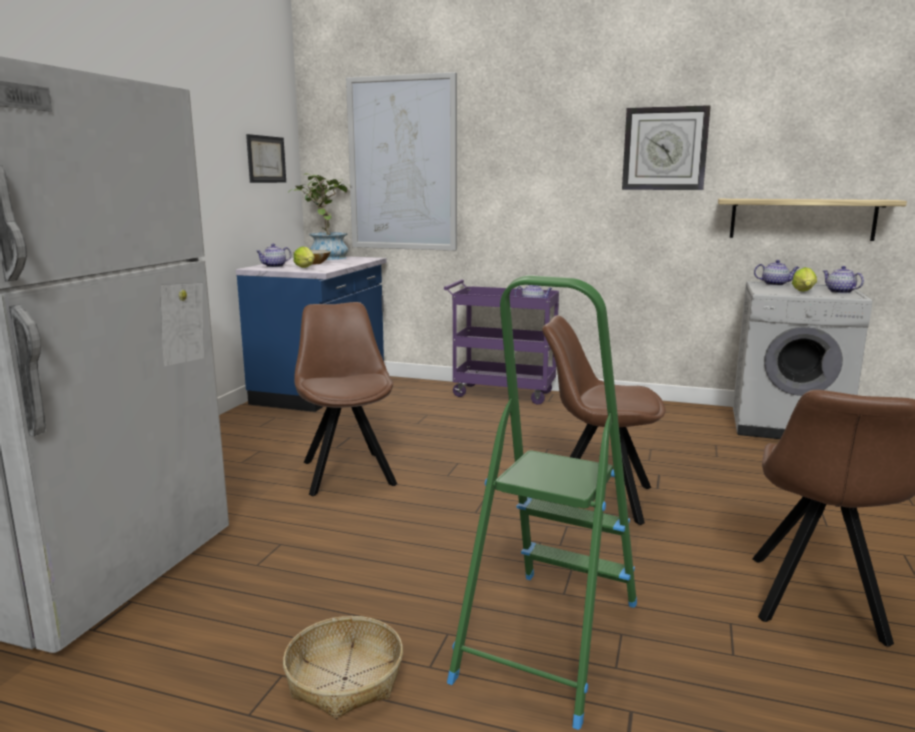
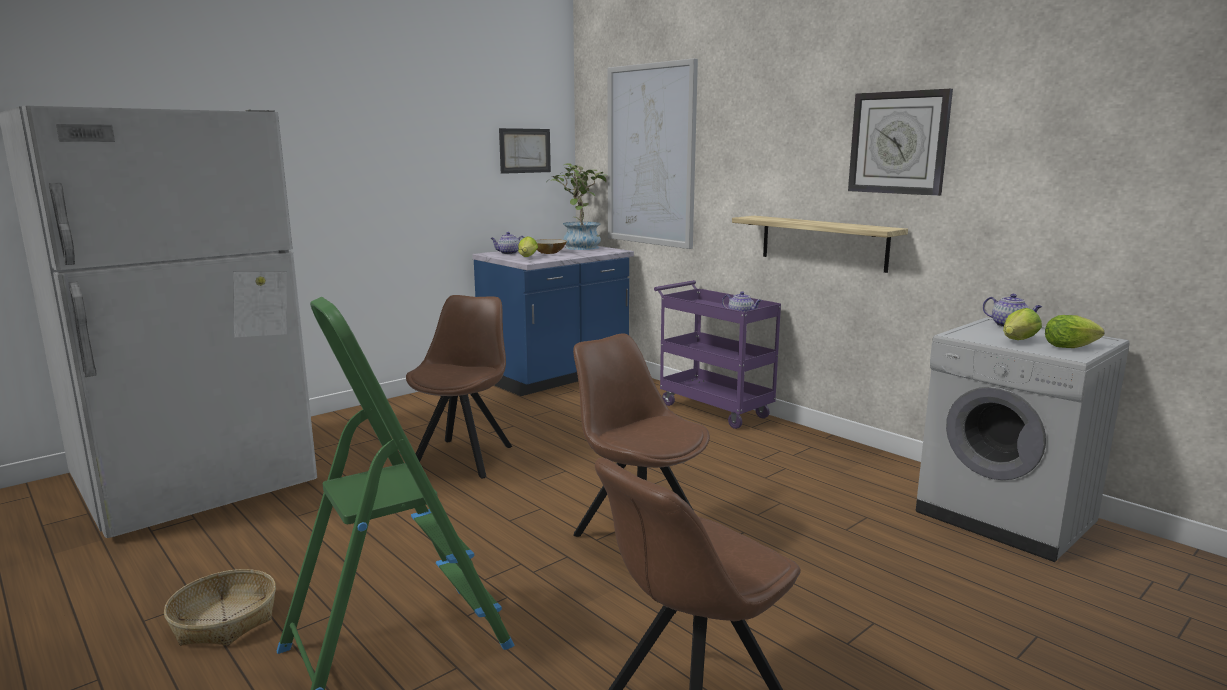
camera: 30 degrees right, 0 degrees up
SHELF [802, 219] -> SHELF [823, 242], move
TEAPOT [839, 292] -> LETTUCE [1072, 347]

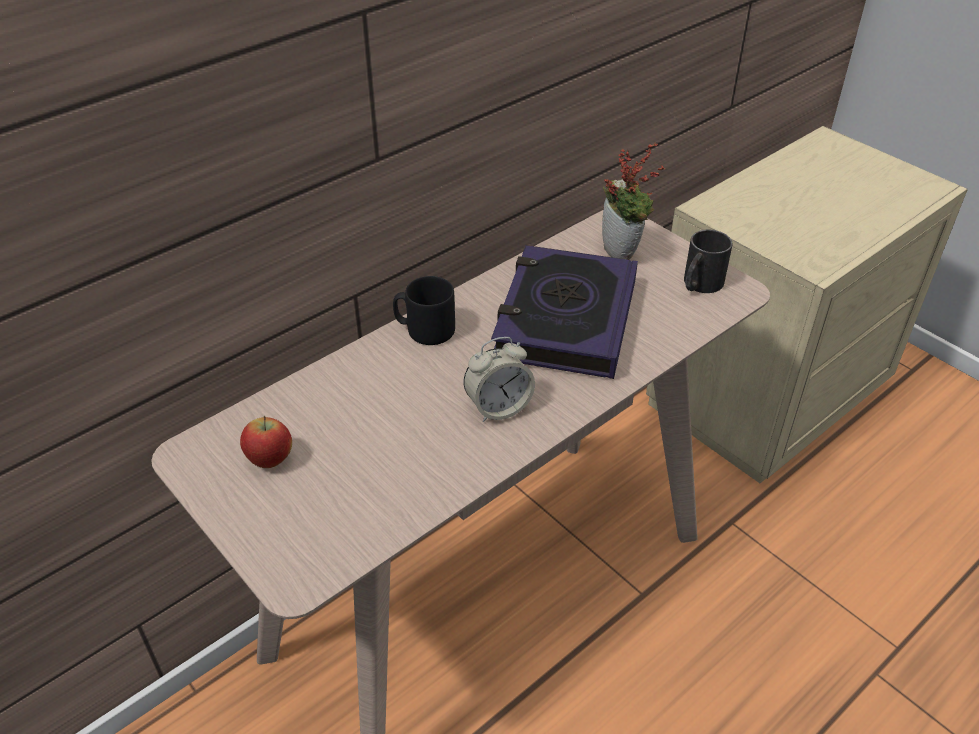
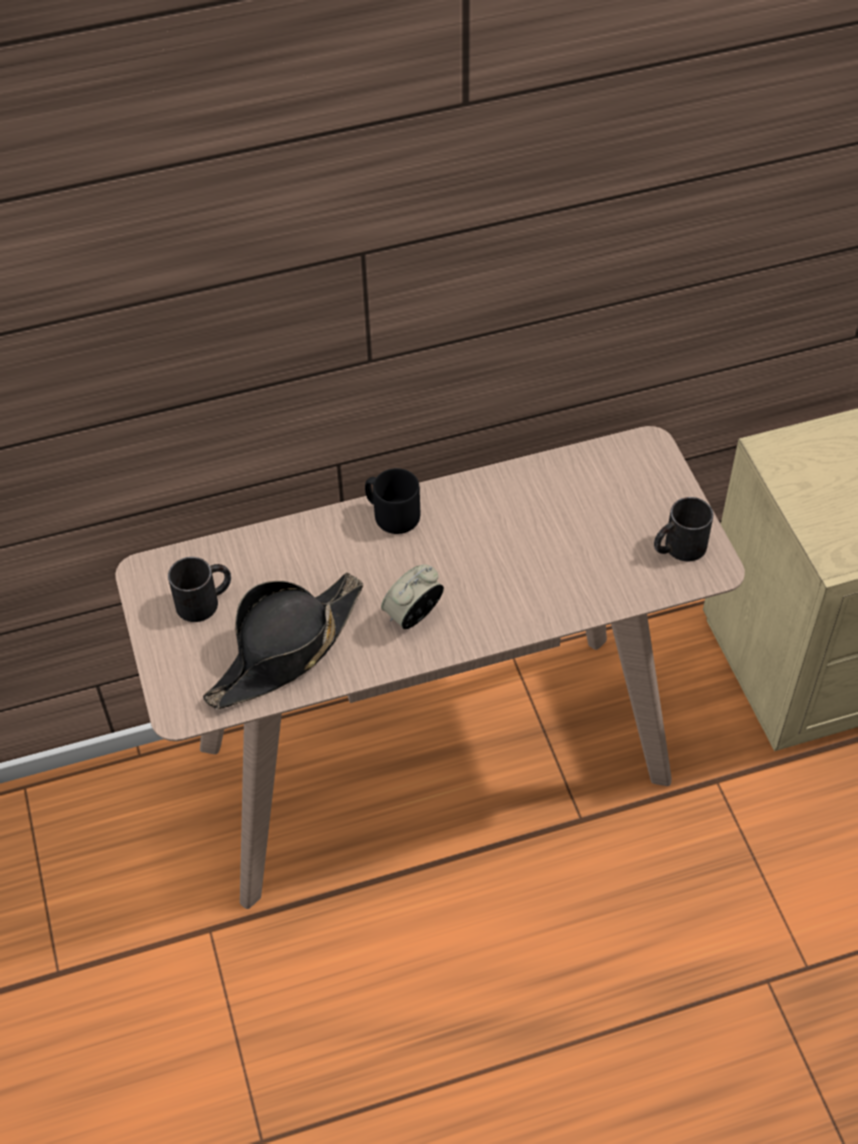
camera: 25 degrees right, 10 degrees up
BOOK [565, 320] -> none
POTTED PLANT [623, 253] -> none
none -> BLACK HAT [286, 649]
APPLE [270, 460] -> BLACK MUG [205, 601]
ALARM CLOCK [498, 407] -> ALARM CLOCK [413, 615], 135 degrees clockwise

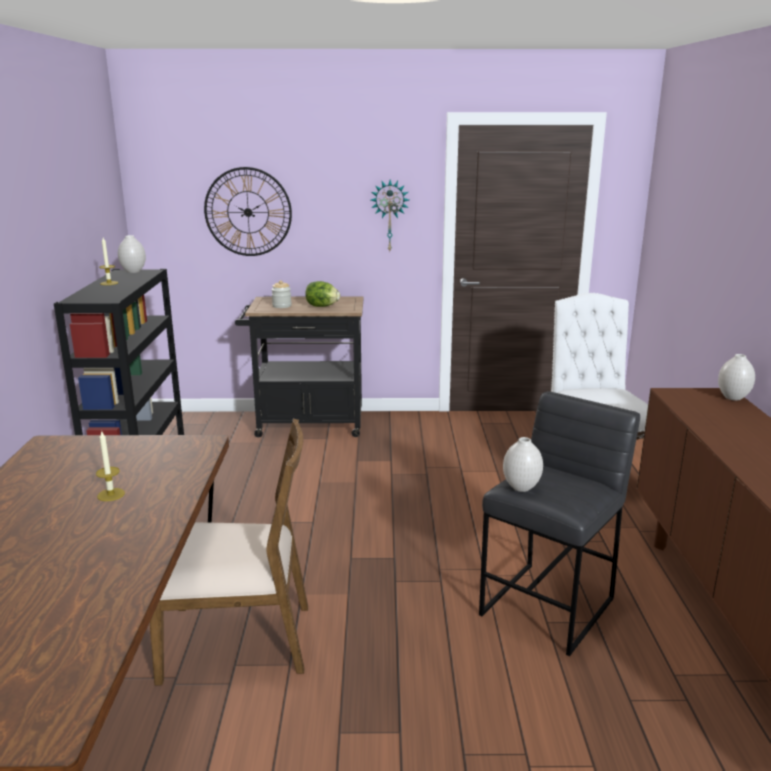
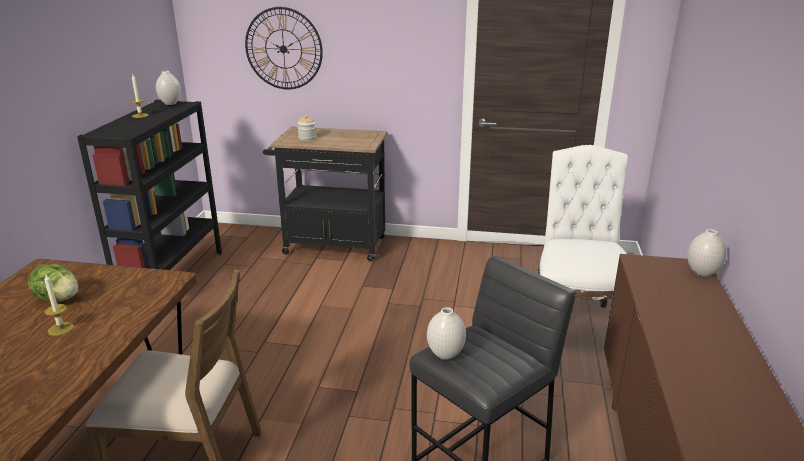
camera: 10 degrees right, 5 degrees up
WALL CLOCK [389, 215] -> none
LETTUCE [322, 306] -> LETTUCE [58, 299], move

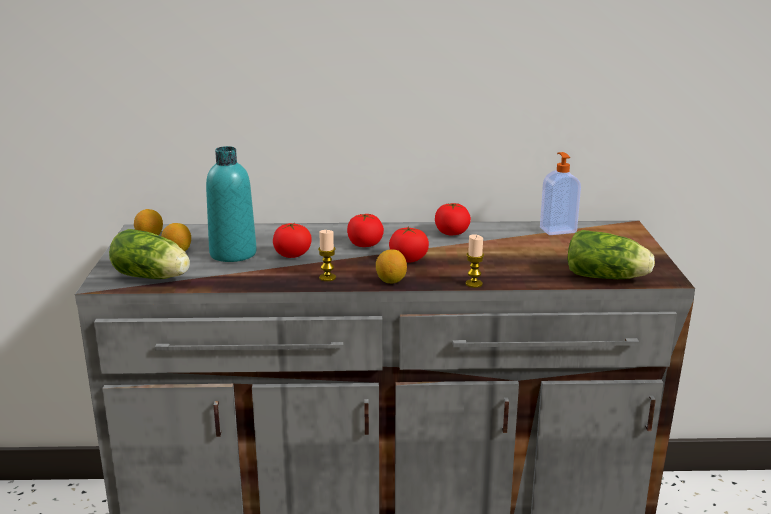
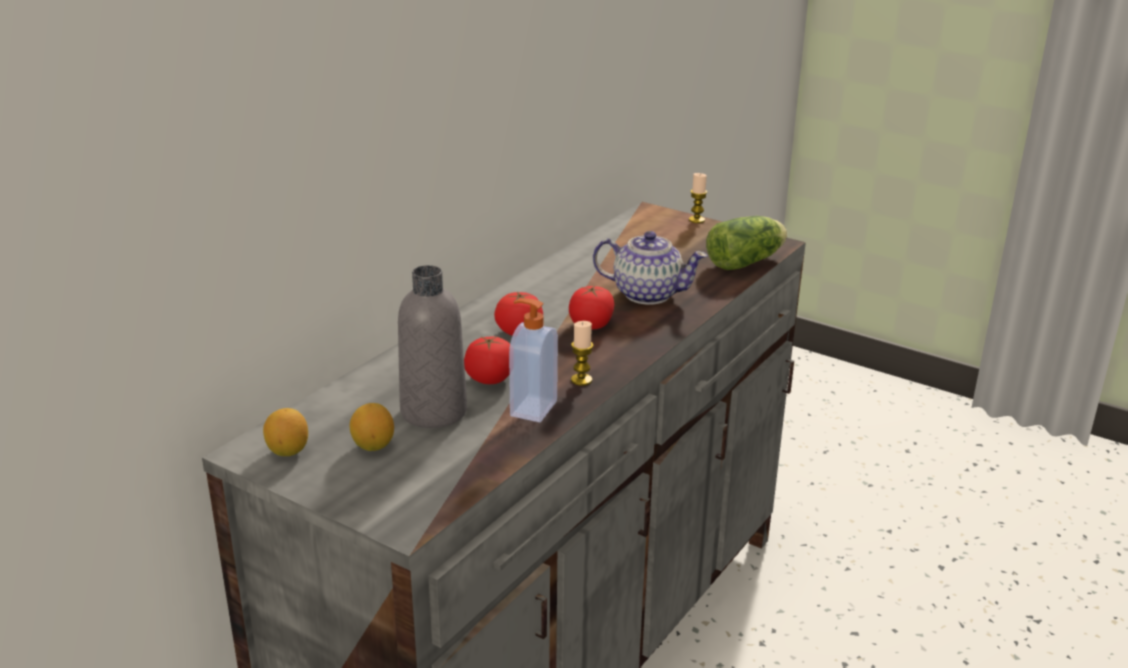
camera: 55 degrees left, 5 degrees up
LETTUCE [153, 277] -> none
LEMON [391, 281] -> none
TOMATO [451, 233] -> none
none -> TEAPOT [646, 294]
CANDLE [474, 284] -> CANDLE [696, 220], move
SOAP DISPENSER [557, 230] -> SOAP DISPENSER [532, 408], move
TURQUOISE BOTTLE [233, 254] -> GREY BOTTLE [433, 412]

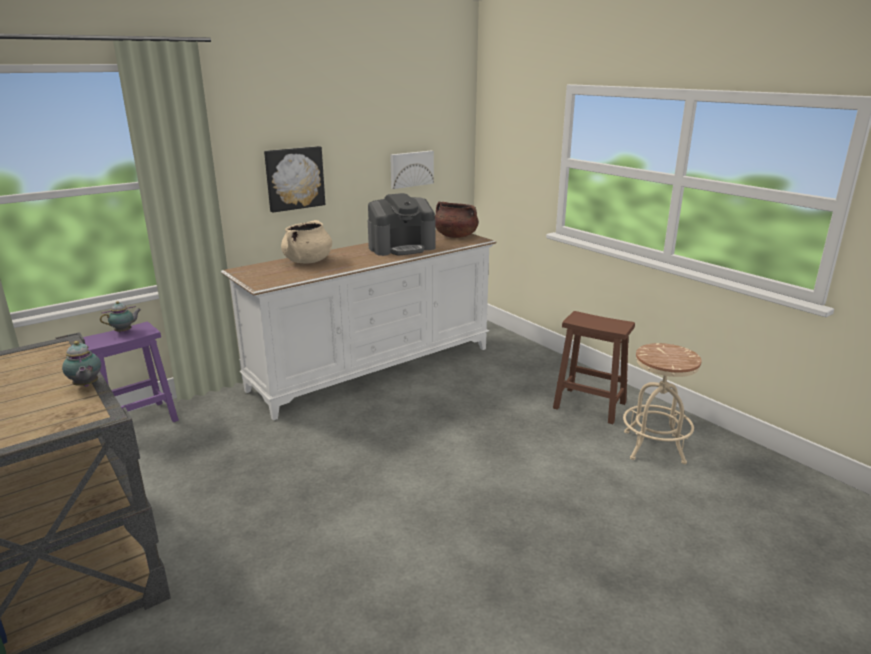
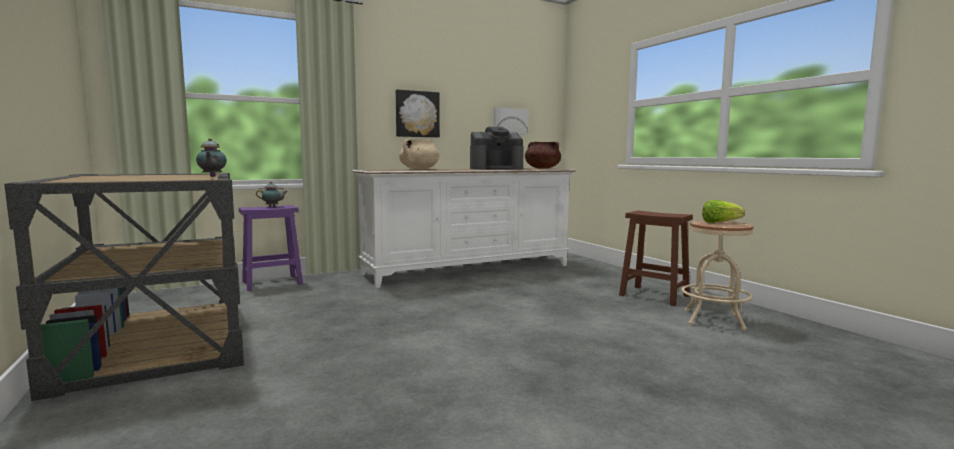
camera: 10 degrees right, 15 degrees down
none -> LETTUCE [720, 223]

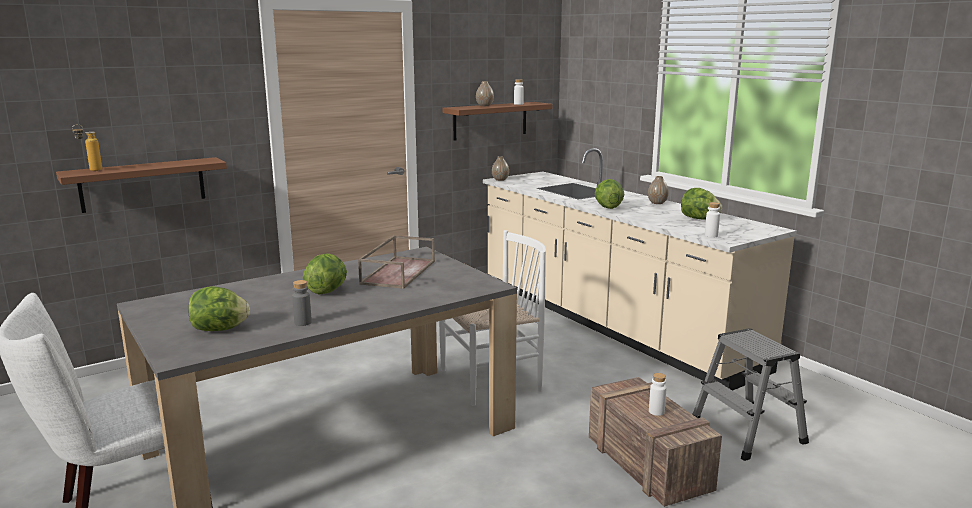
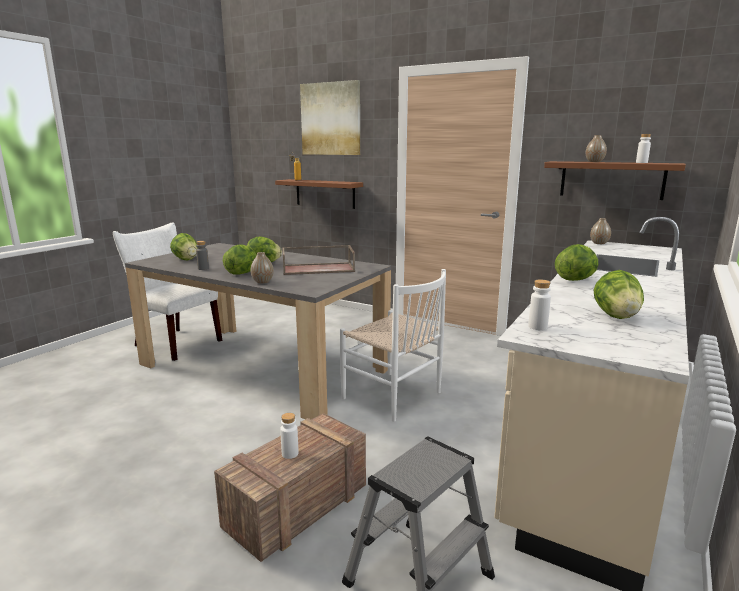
camera: 65 degrees right, 0 degrees up
none -> LETTUCE [242, 273]
none -> PICTURE [331, 119]
VASE [657, 203] -> VASE [262, 282], move

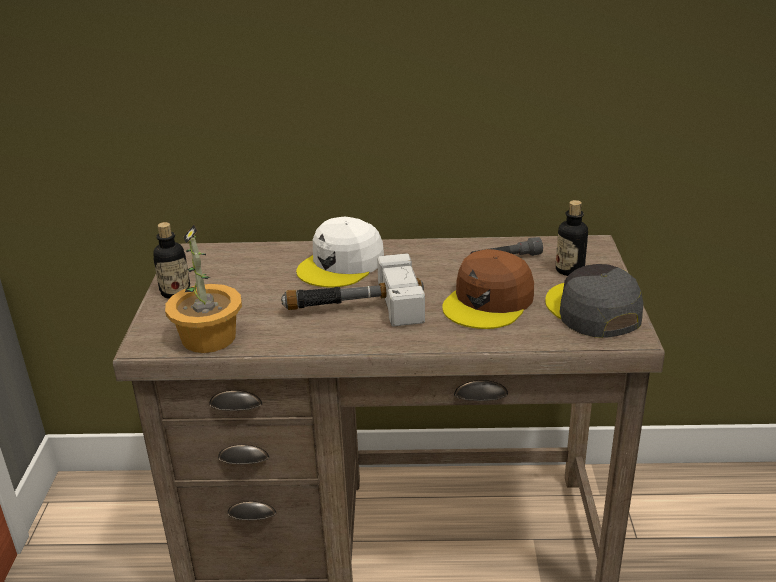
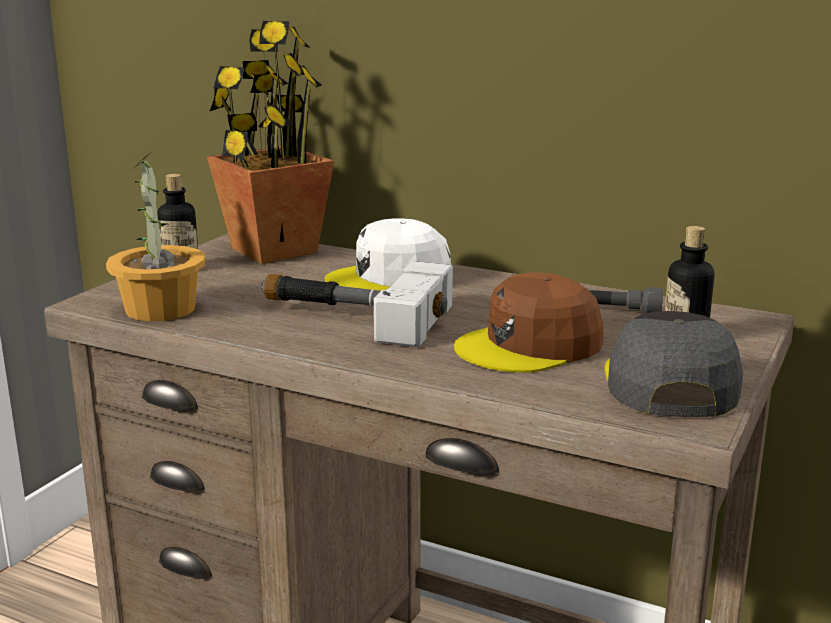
camera: 25 degrees right, 10 degrees down
none -> POTTED PLANT [273, 251]

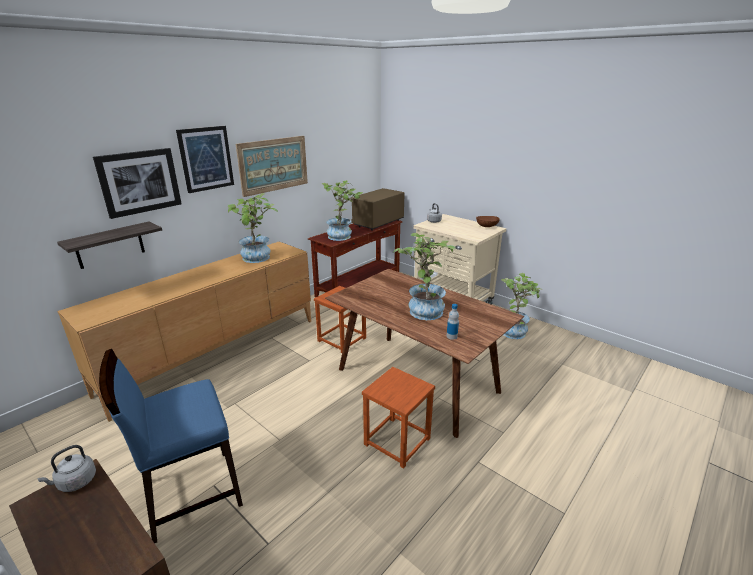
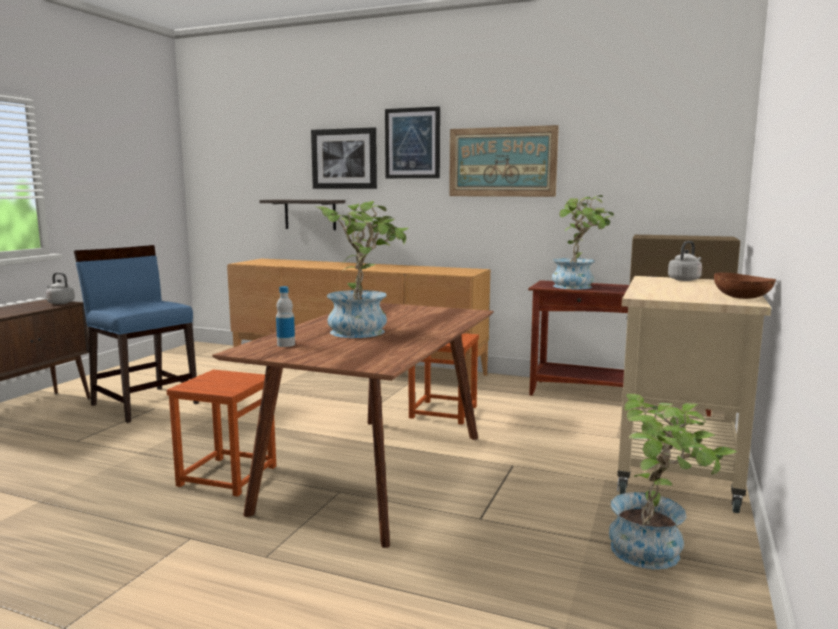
camera: 70 degrees right, 15 degrees down
POTTED PLANT [257, 259] -> none

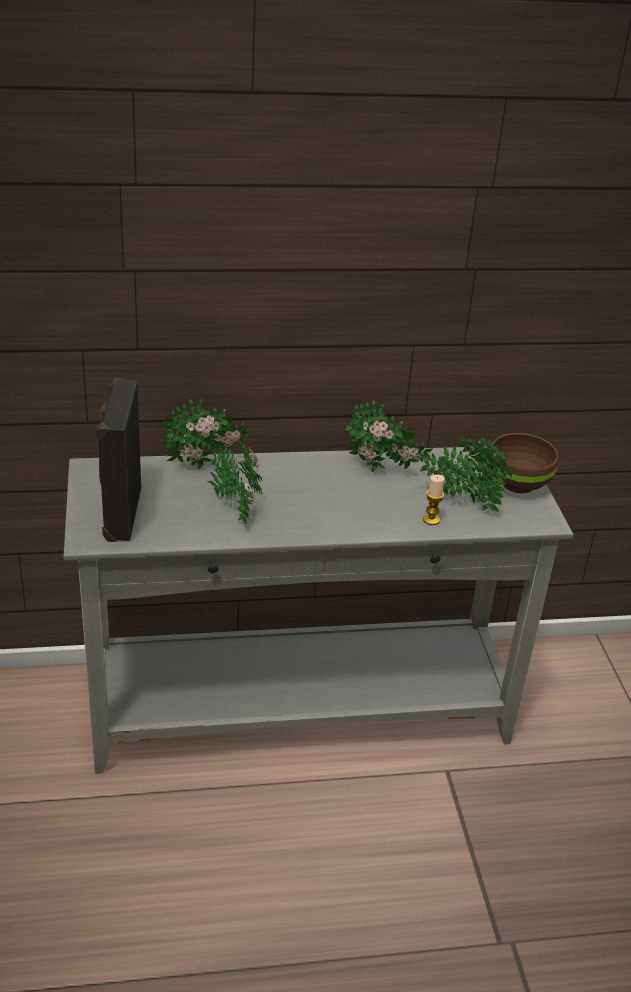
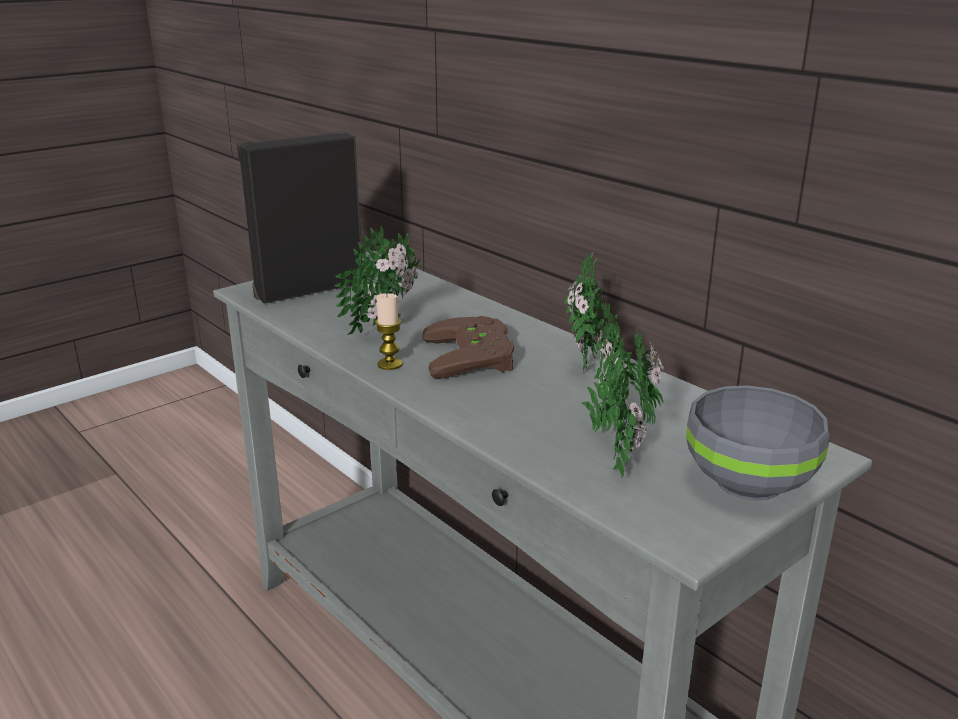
camera: 60 degrees right, 10 degrees down
POTTED PLANT [207, 465] -> none
none -> BROWN GAME CONTROLLER [476, 356]
CANDLE [431, 520] -> CANDLE [390, 364], move
BROWN BOWL [517, 483] -> GREY BOWL [749, 481]

